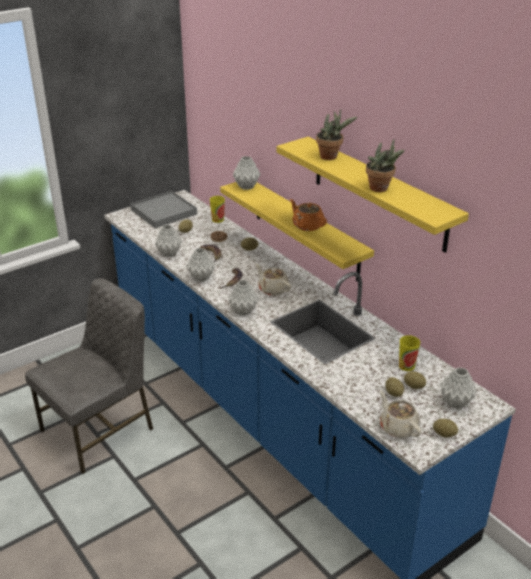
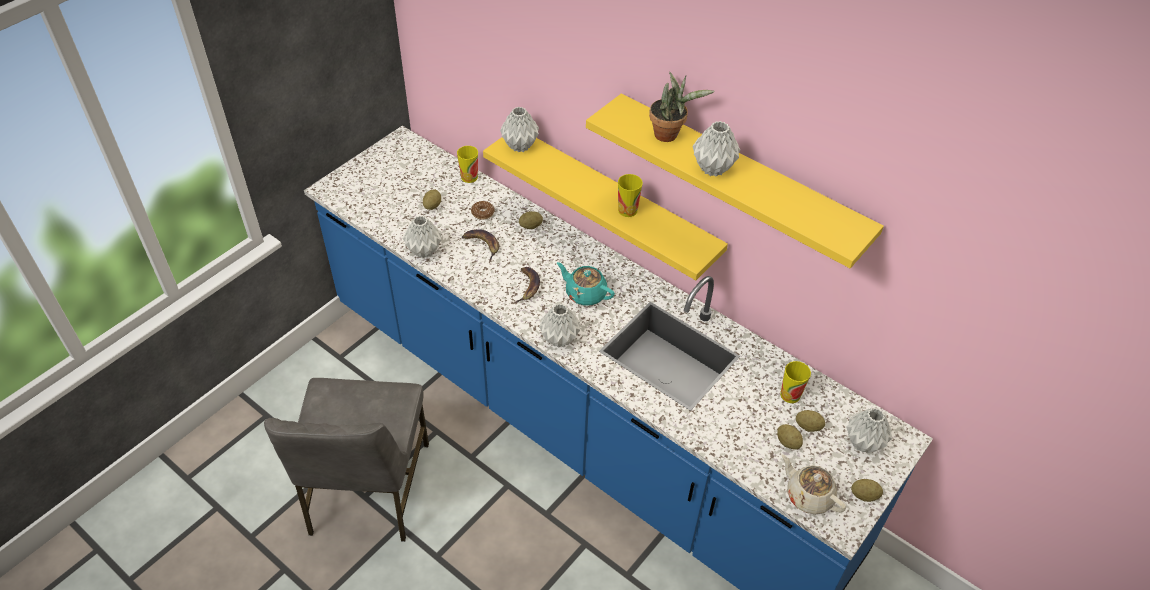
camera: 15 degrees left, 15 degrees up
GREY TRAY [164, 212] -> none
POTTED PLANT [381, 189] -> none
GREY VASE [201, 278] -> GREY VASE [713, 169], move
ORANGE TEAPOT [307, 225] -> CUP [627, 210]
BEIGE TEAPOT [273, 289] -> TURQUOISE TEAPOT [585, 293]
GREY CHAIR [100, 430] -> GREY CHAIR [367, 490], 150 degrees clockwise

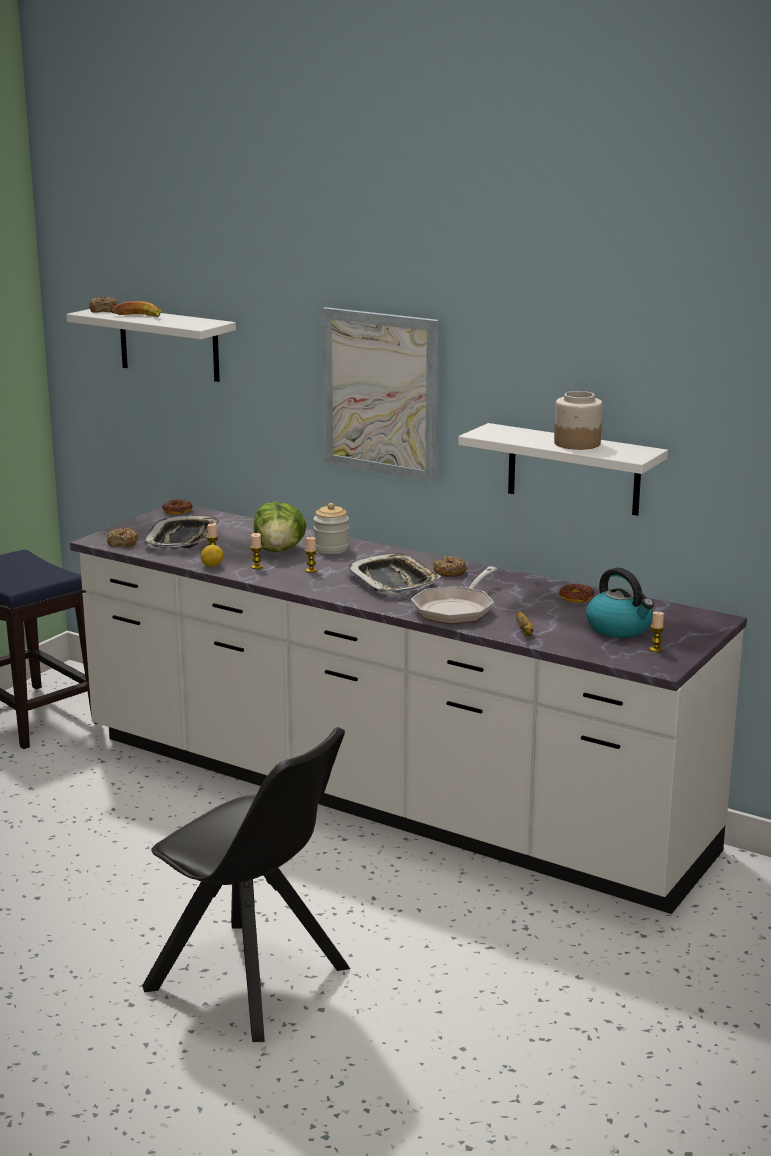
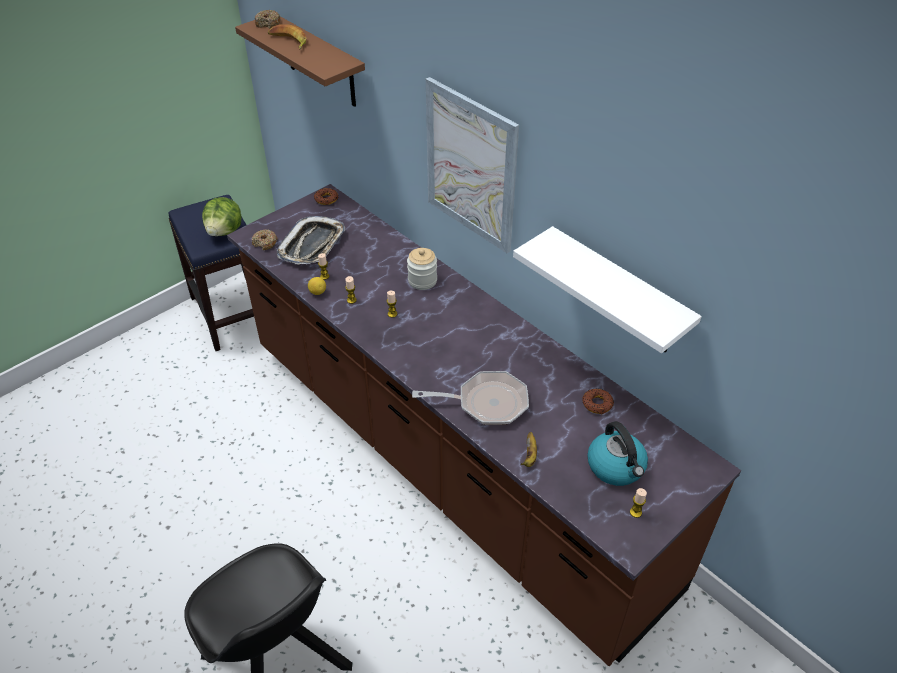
camera: 15 degrees right, 25 degrees up
TRAY [393, 581] -> none
DONUT [450, 572] -> none
JAR [576, 443] -> none
LETTUCE [279, 550] -> LETTUCE [225, 231], move
WHITE SHELF [169, 344] -> BROWN SHELF [320, 62]
WHITE COUNTER [385, 797] -> BROWN COUNTER [448, 461]
FRYING PAN [456, 609] -> FRYING PAN [486, 403], 135 degrees counterclockwise

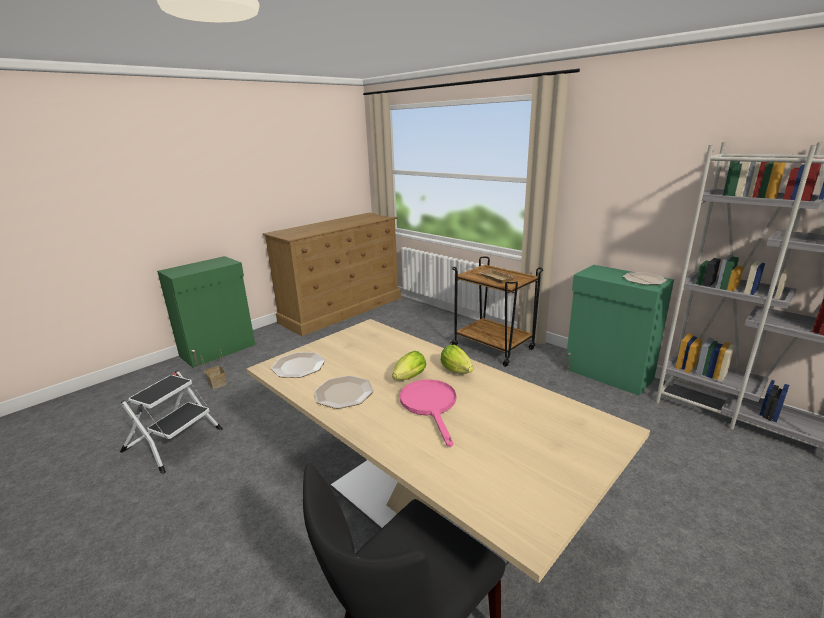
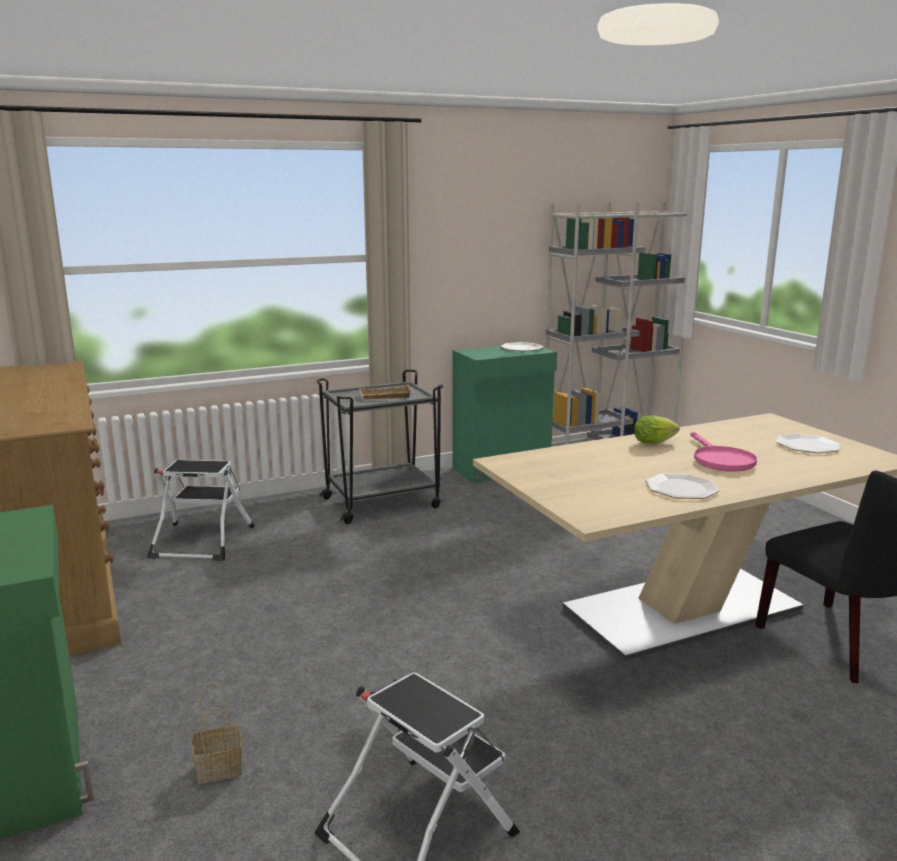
camera: 70 degrees left, 5 degrees down
LETTUCE [408, 379] -> none
none -> STEP LADDER [201, 540]
PLATE [299, 366] -> PLATE [808, 445], move
BROWN CART [493, 348] -> GREY CART [382, 503]
PINK FRYING PAN [430, 406] -> PINK FRYING PAN [719, 460], 105 degrees counterclockwise

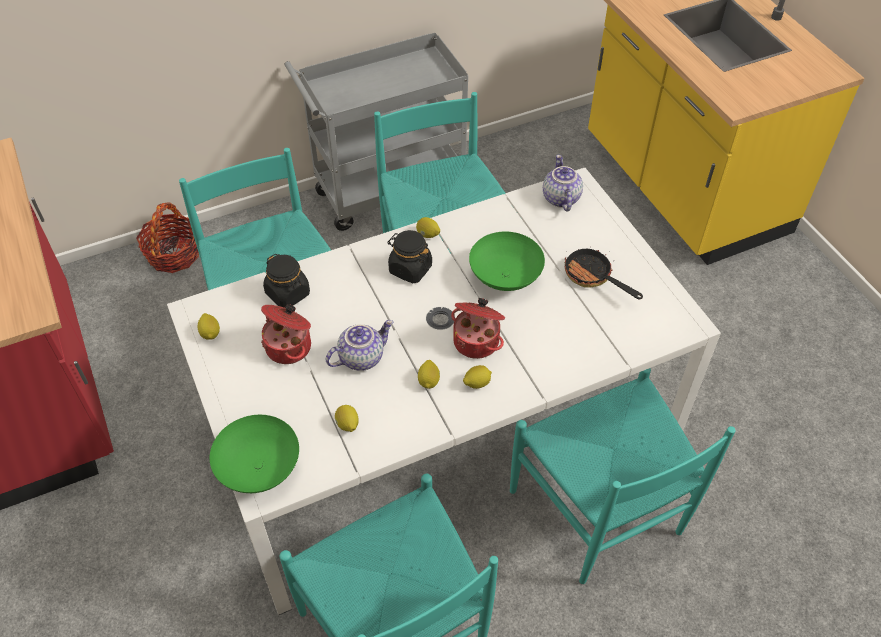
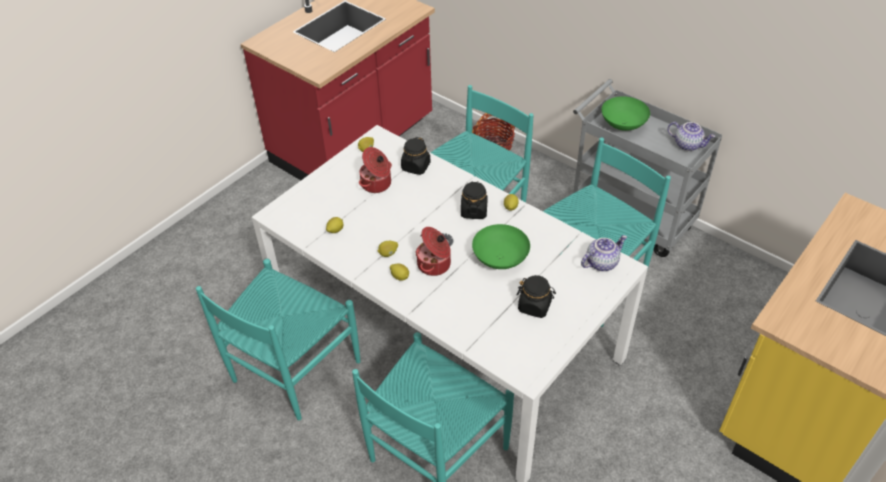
camera: 65 degrees right, 5 degrees down
GREEN BOWL [259, 467] -> GREEN BOWL [623, 125], move
TEAPOT [361, 357] -> TEAPOT [688, 145], move
FRYING PAN [593, 277] -> BLACK JAR [534, 306]

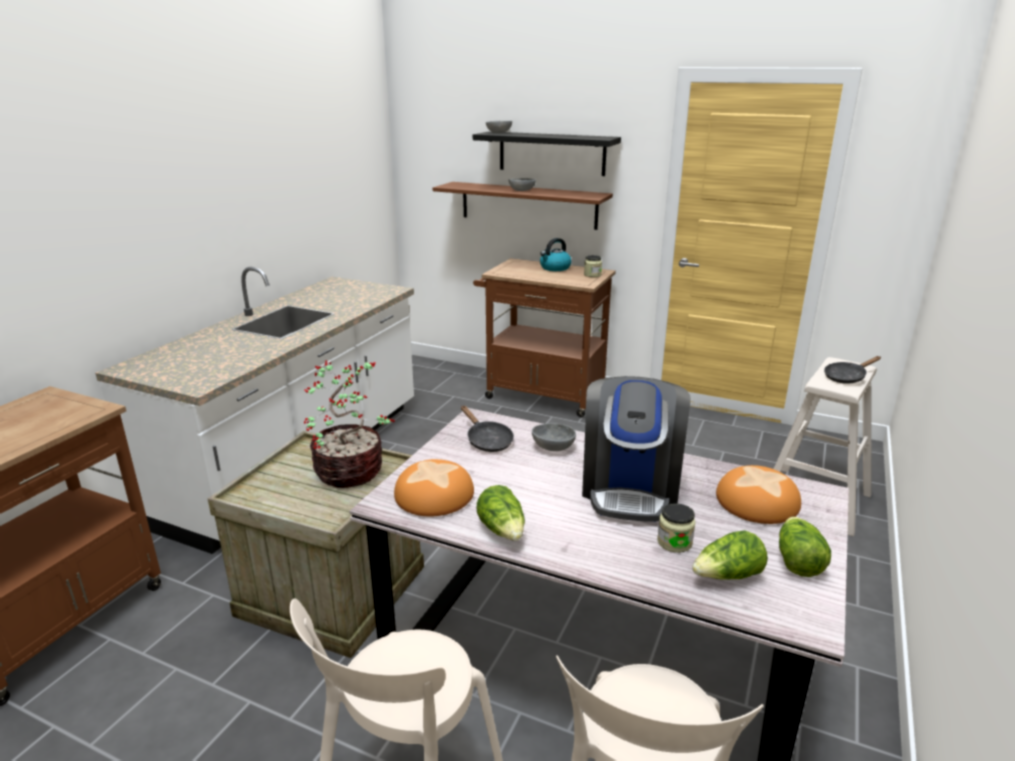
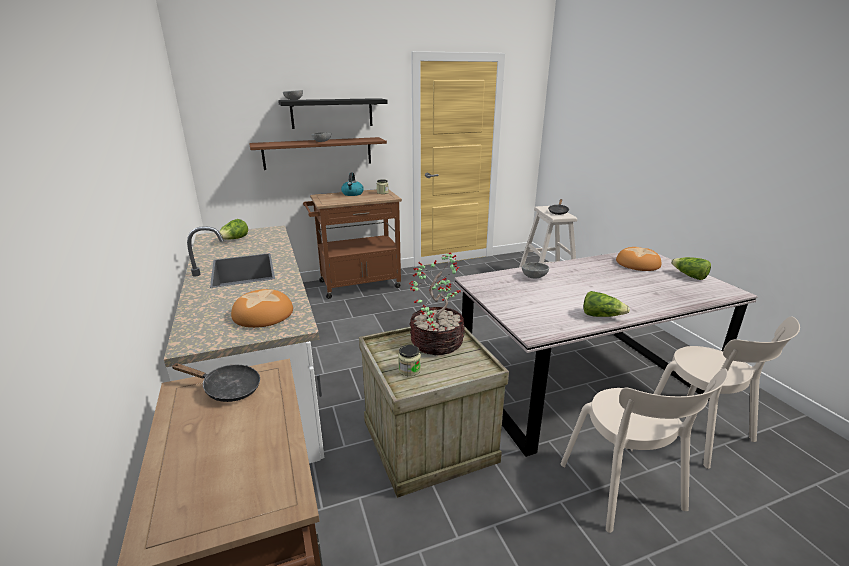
camera: 45 degrees left, 0 degrees up
COFFEE MACHINE [630, 488] -> none
BREAD [434, 495] -> BREAD [263, 314], move
BLACK FRYING PAN [487, 441] -> BLACK FRYING PAN [227, 389], move
JAR [674, 542] -> JAR [409, 370], move
LETTUCE [728, 576] -> LETTUCE [234, 239], move

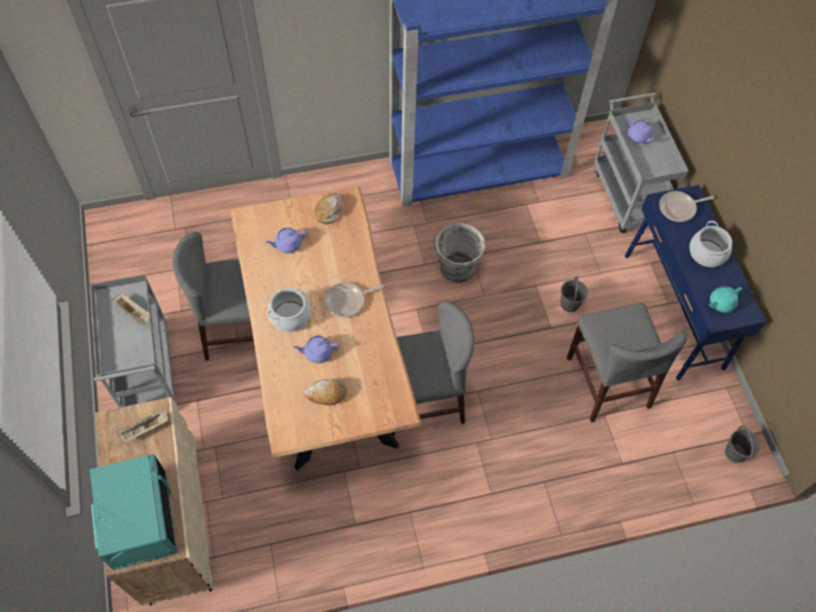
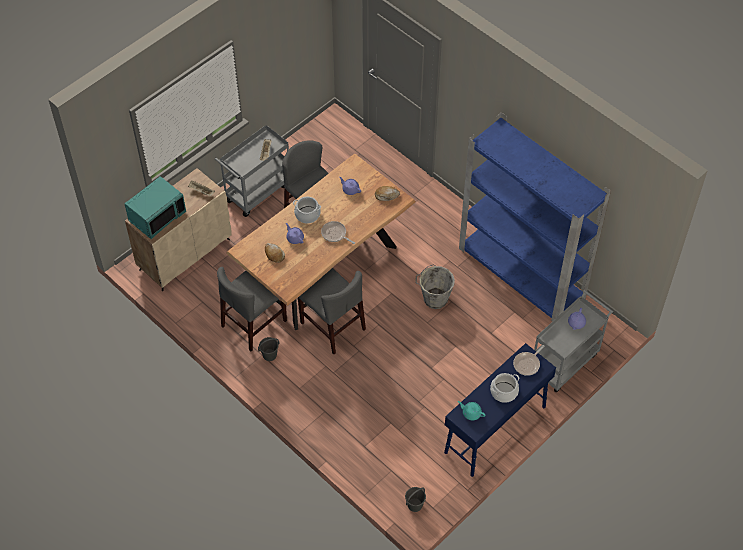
camera: 60 degrees right, 5 degrees down
GREY BUCKET [569, 304] -> GREY BUCKET [269, 355], move
GREY CHAIR [607, 382] -> GREY CHAIR [254, 323], move
FRYING PAN [679, 208] -> FRYING PAN [527, 364], 90 degrees counterclockwise

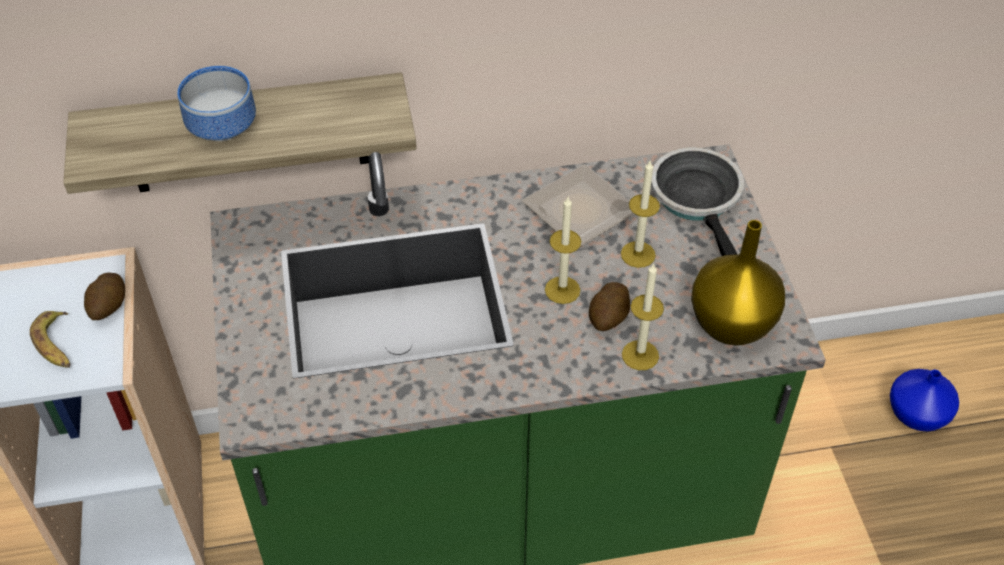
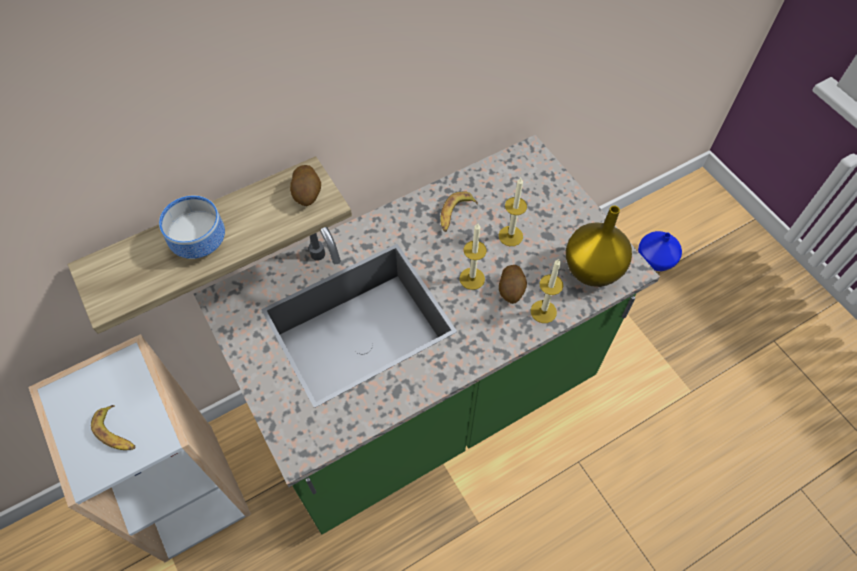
camera: 20 degrees left, 10 degrees up
FRYING PAN [699, 200] -> none
POTATO [108, 307] -> POTATO [307, 194], move
PLATE [575, 210] -> BANANA [455, 214]

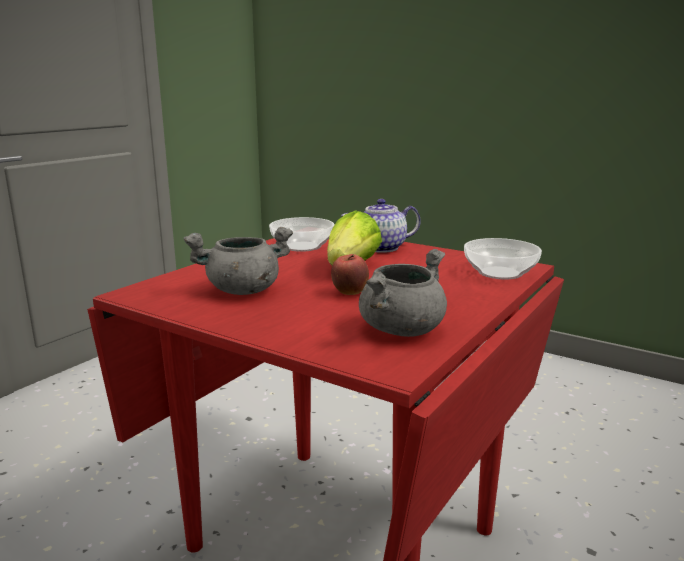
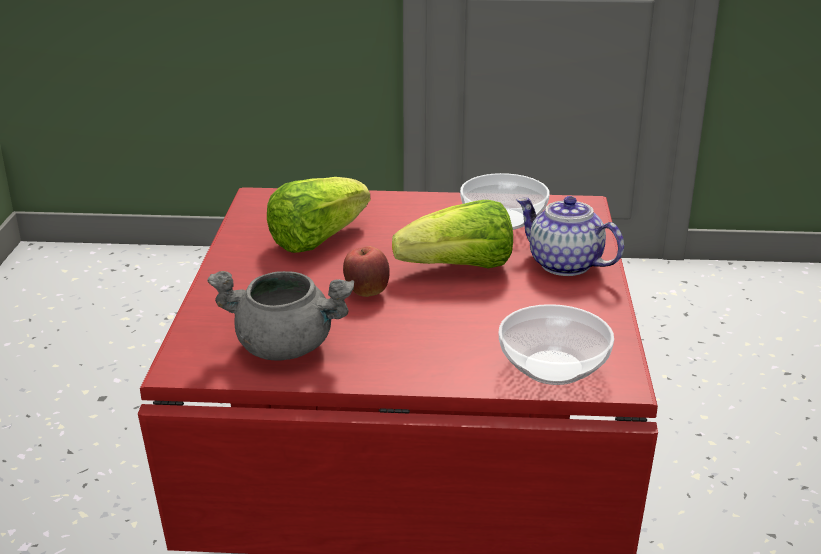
camera: 60 degrees right, 10 degrees up
GREY COOKING POT [243, 291] -> LETTUCE [317, 239]

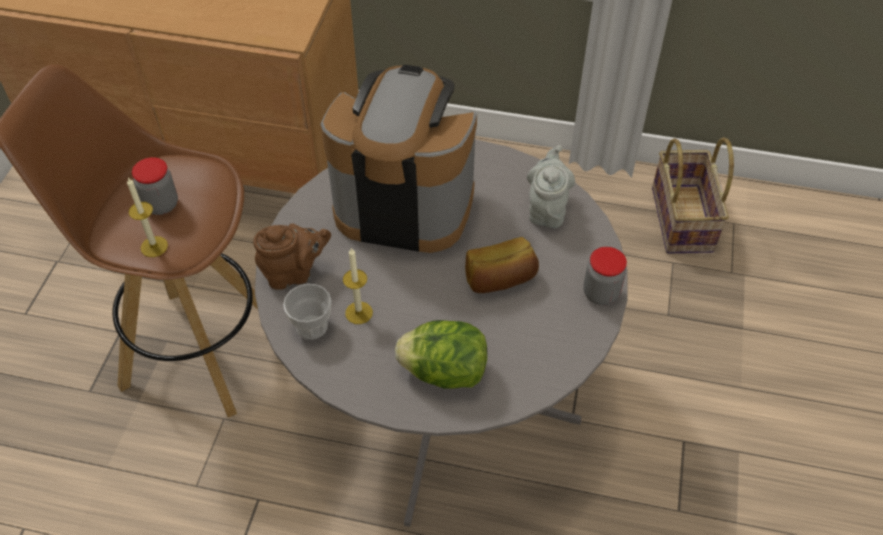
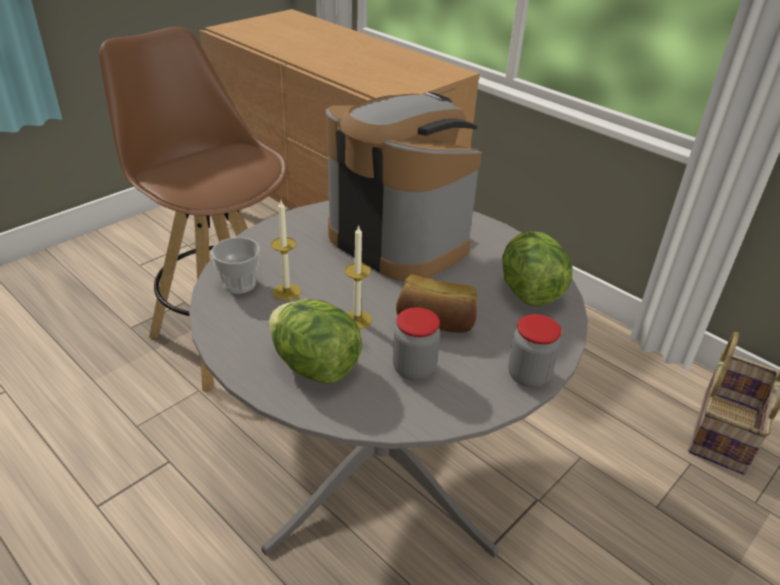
camera: 30 degrees right, 15 degrees down
BROWN TEAPOT [294, 273] -> none
CANDLE [154, 246] -> CANDLE [357, 319], move
JAR [161, 205] -> JAR [414, 369], move
GREY TEAPOT [547, 209] -> LETTUCE [529, 291]

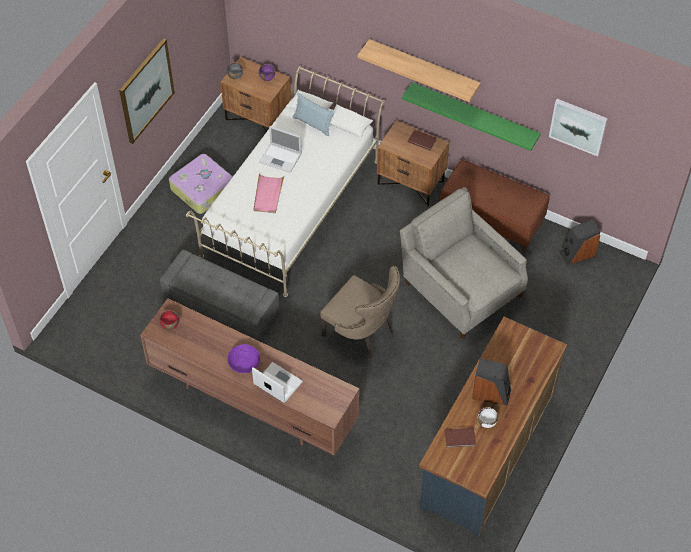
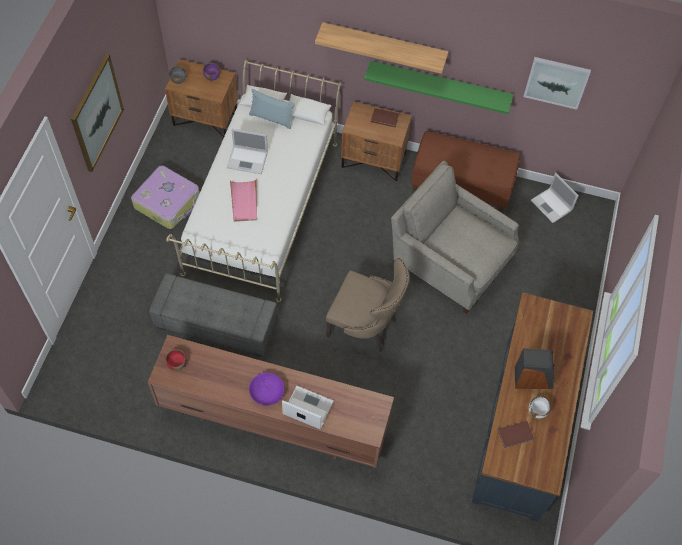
camera: 15 degrees left, 5 degrees up
SPEAKER [577, 254] -> LAPTOP [552, 206]

